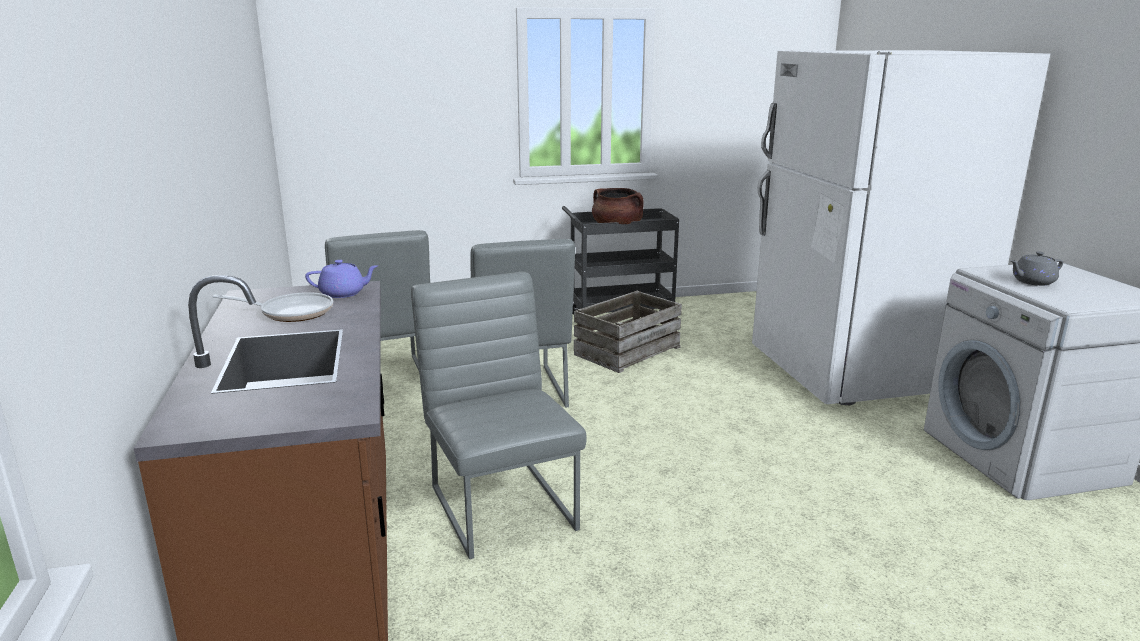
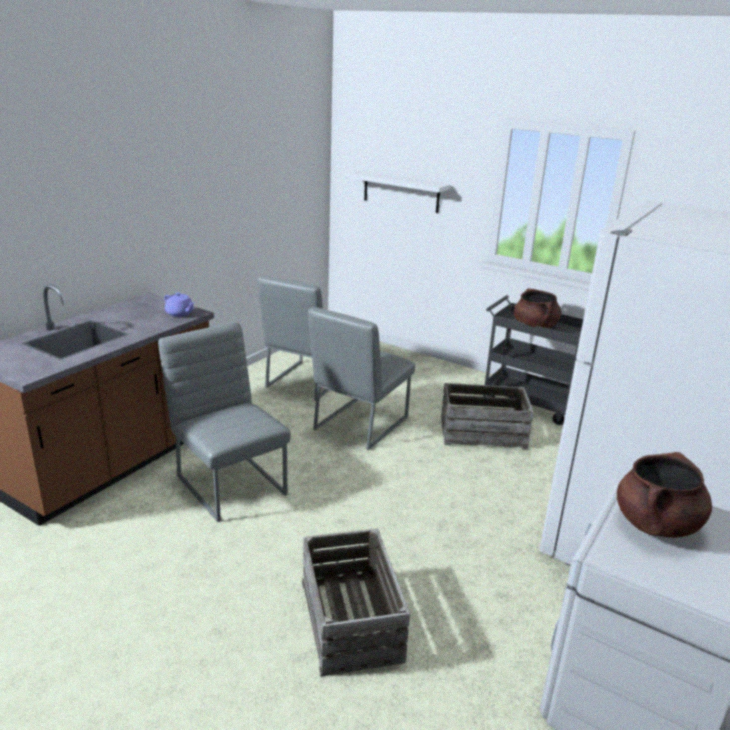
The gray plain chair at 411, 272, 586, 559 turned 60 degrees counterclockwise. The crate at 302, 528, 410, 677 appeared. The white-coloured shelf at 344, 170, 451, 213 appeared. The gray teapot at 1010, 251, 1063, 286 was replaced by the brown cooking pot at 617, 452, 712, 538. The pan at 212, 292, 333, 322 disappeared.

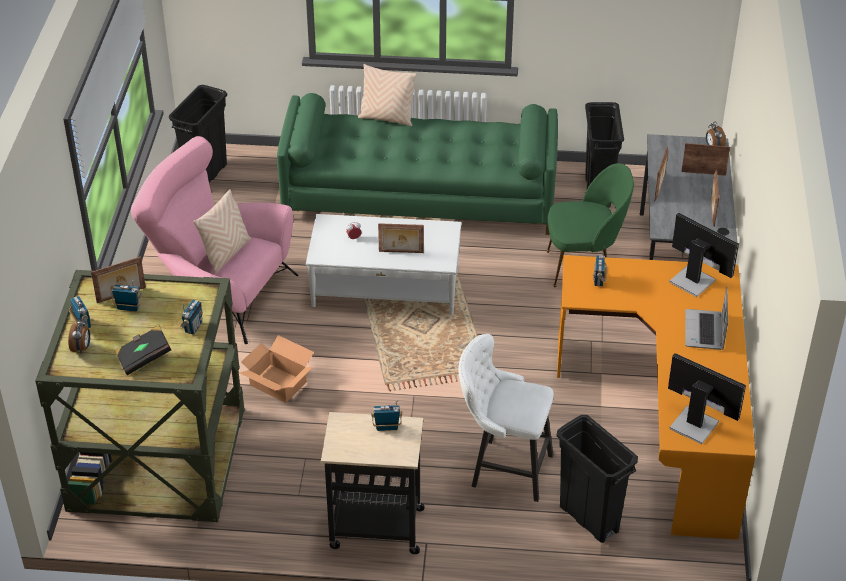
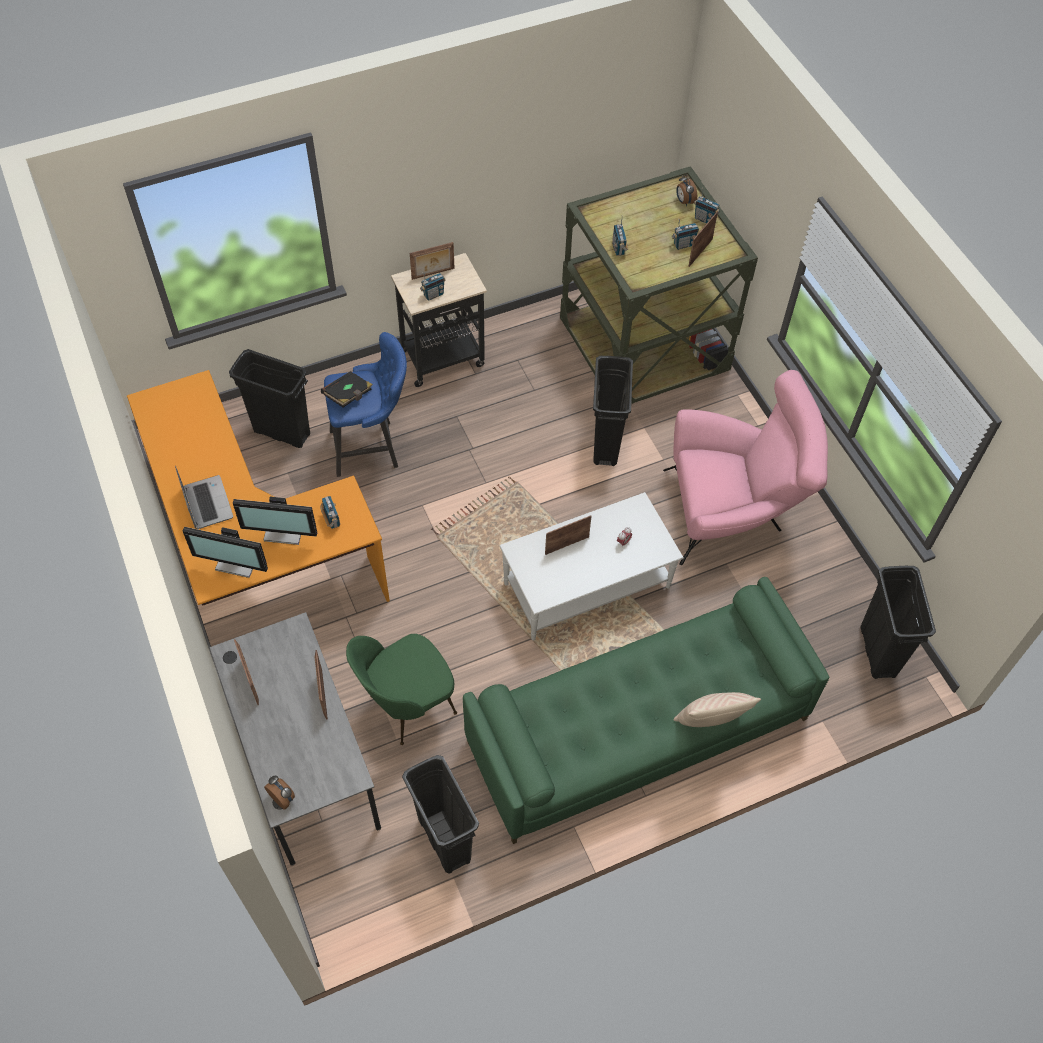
The computer screen moved from 668, 353, 746, 444 to 233, 497, 317, 545. The blackish book moved from 114, 325, 171, 375 to 321, 371, 373, 407. The white-coloured stool at 458, 334, 554, 502 became the bluish stool at 324, 332, 407, 477. The standing frame moved from 681, 143, 730, 176 to 410, 242, 455, 280. The packing box at 240, 335, 314, 403 was replaced by the blackish rubbish bin at 593, 356, 633, 466. The beige throw pillow at 193, 189, 251, 274 disappeared.

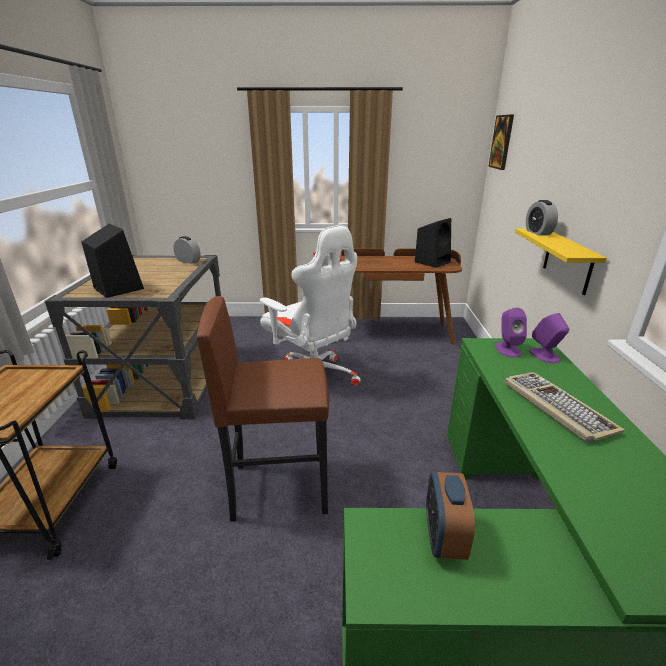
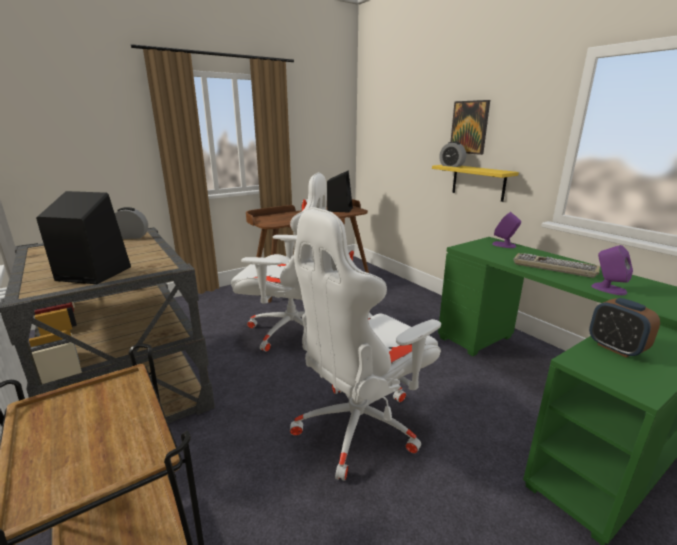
The brown stool at 197, 296, 329, 522 was replaced by the white-coloured office chair at 290, 207, 441, 481. The picture moved from 488, 114, 514, 170 to 450, 100, 490, 155. The purple-coloured speaker moved from 495, 307, 527, 358 to 591, 245, 633, 295.

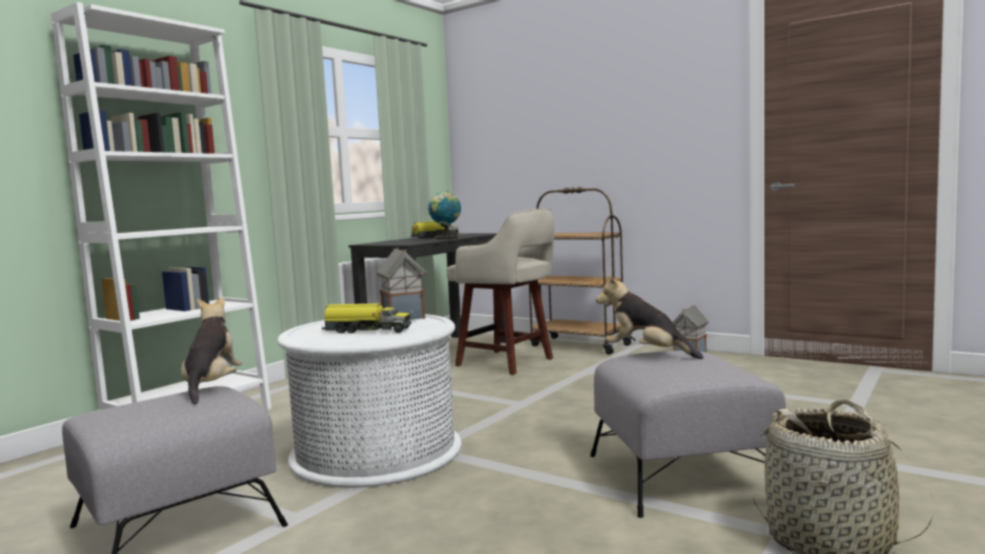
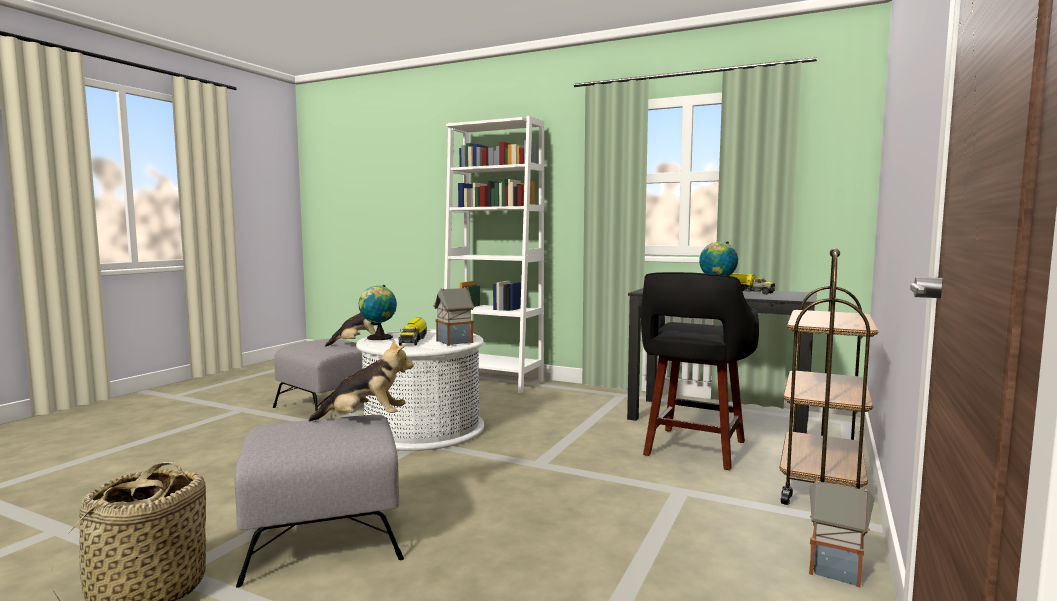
The plush toy at 596, 275, 704, 359 turned 60 degrees clockwise. The world globe at 359, 285, 397, 340 appeared. The beige stool at 447, 208, 554, 375 became the blackish stool at 641, 272, 759, 470.

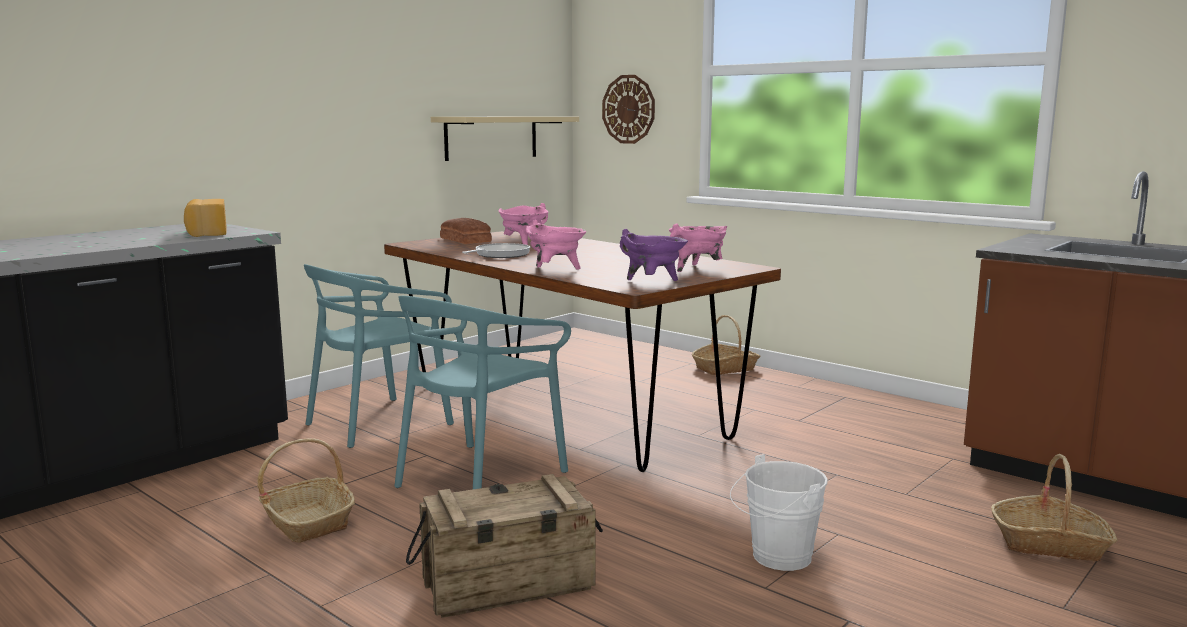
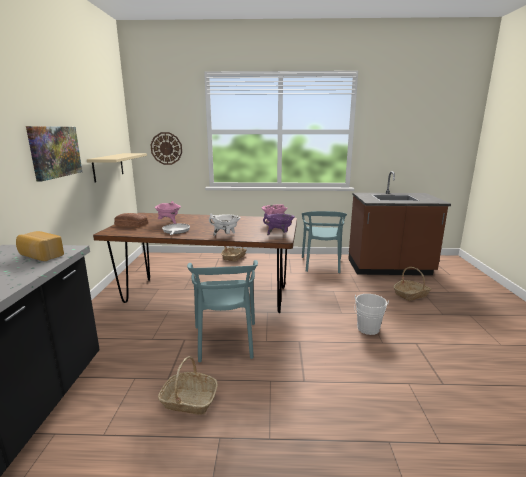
The picture at 26, 126, 82, 182 appeared. The pink-coloured cooking pot at 526, 220, 586, 270 became the white-coloured cooking pot at 209, 213, 241, 236. The turquoise-coloured plain chair moved from 304, 264, 454, 448 to 302, 211, 347, 273. The crate at 406, 474, 603, 618 disappeared.

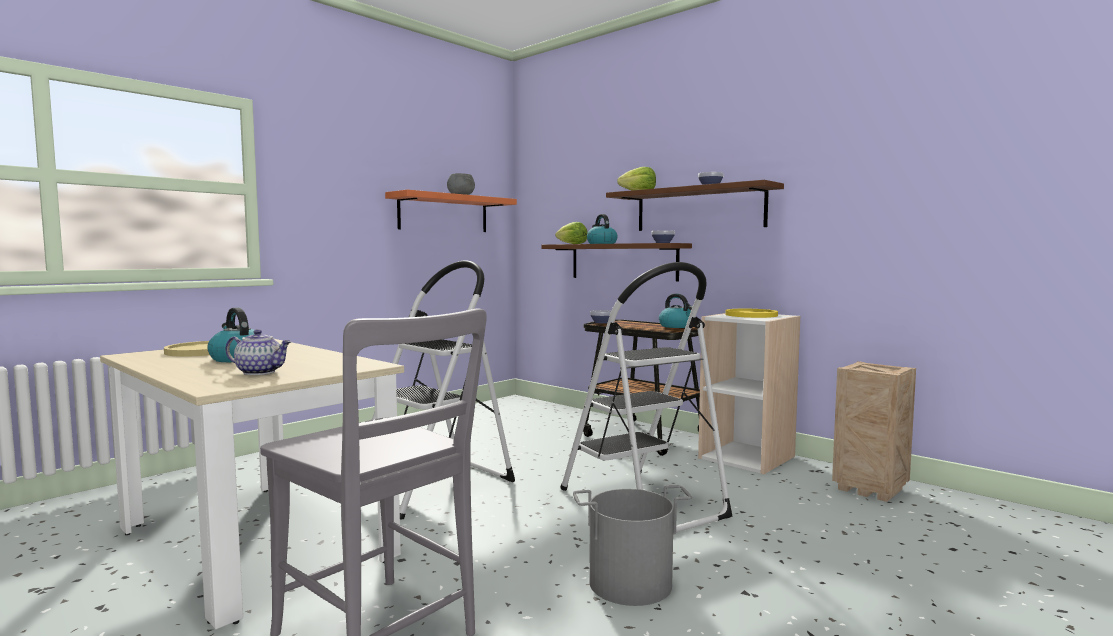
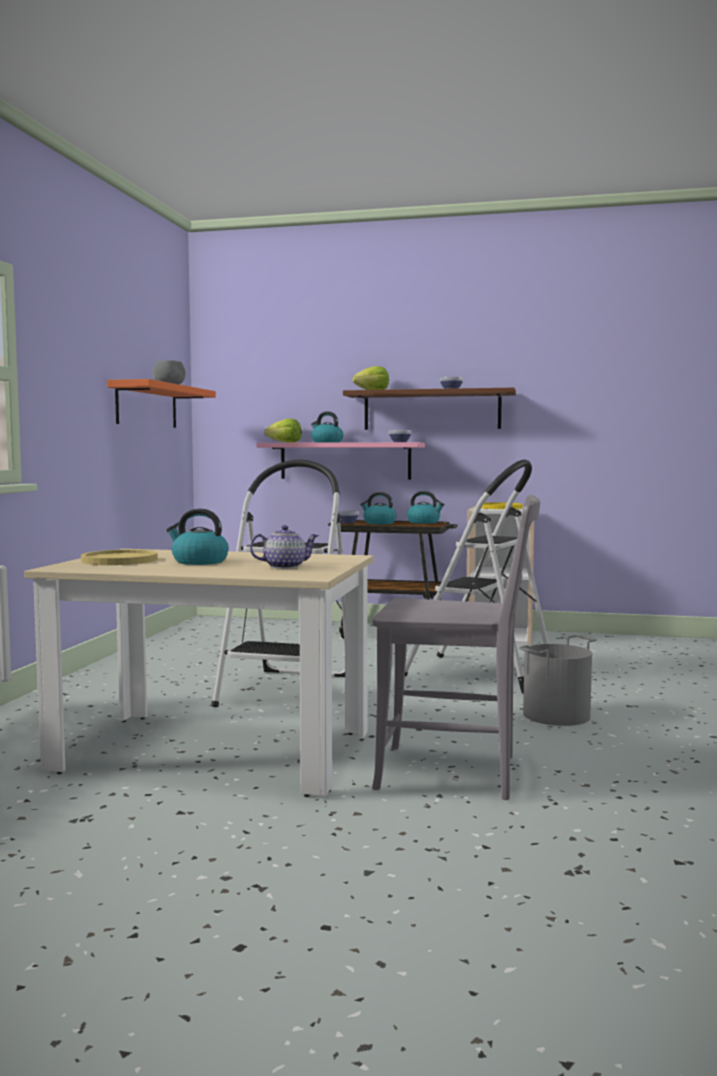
The brown shelf at 541, 243, 692, 281 became the pink-coloured shelf at 257, 442, 425, 480. The tea kettle at 360, 492, 397, 524 appeared. The crate at 832, 361, 916, 502 disappeared.

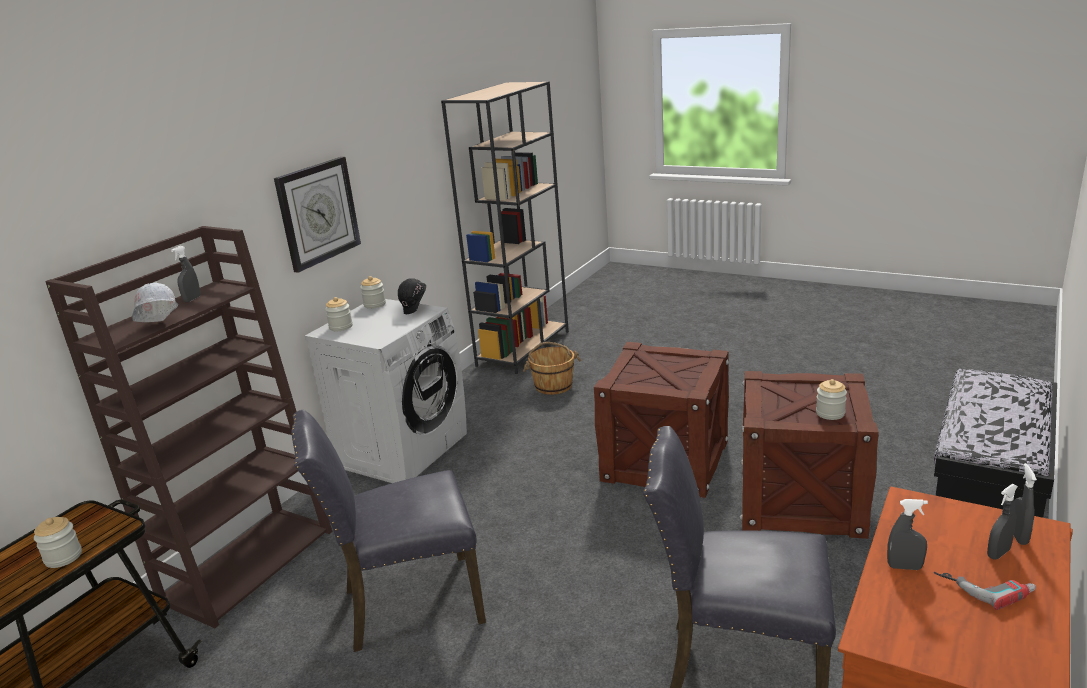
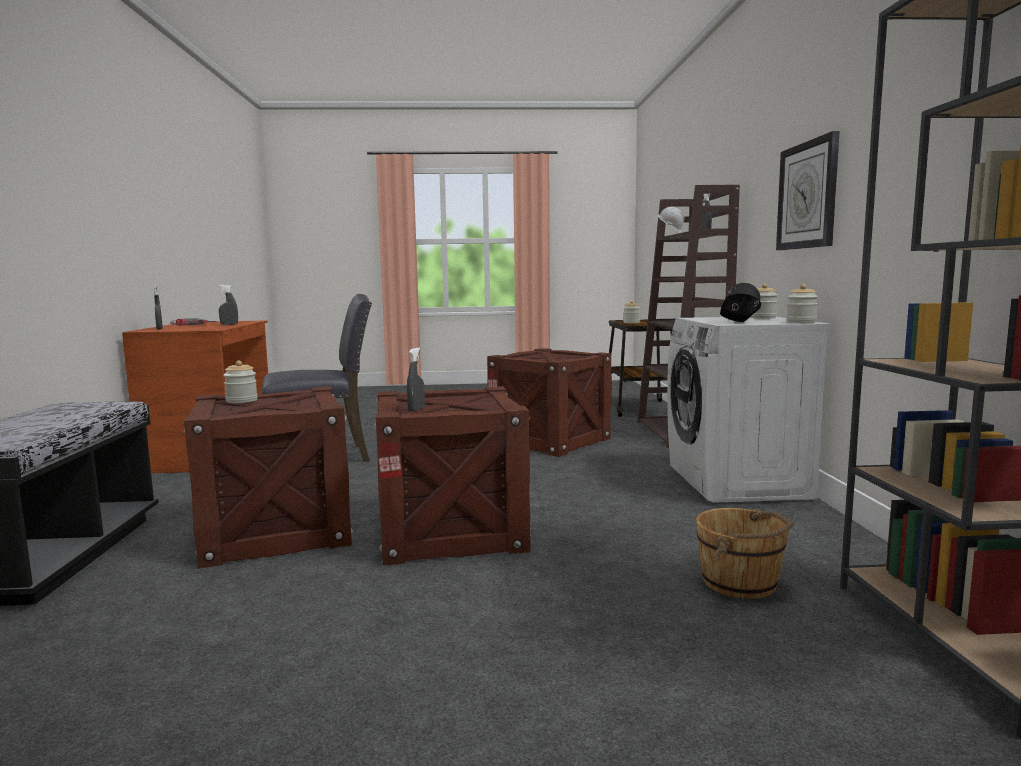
The gray sprayer moved from 987, 484, 1018, 560 to 407, 348, 425, 412. The gray plain chair at 291, 410, 486, 652 was replaced by the crate at 487, 348, 612, 457.

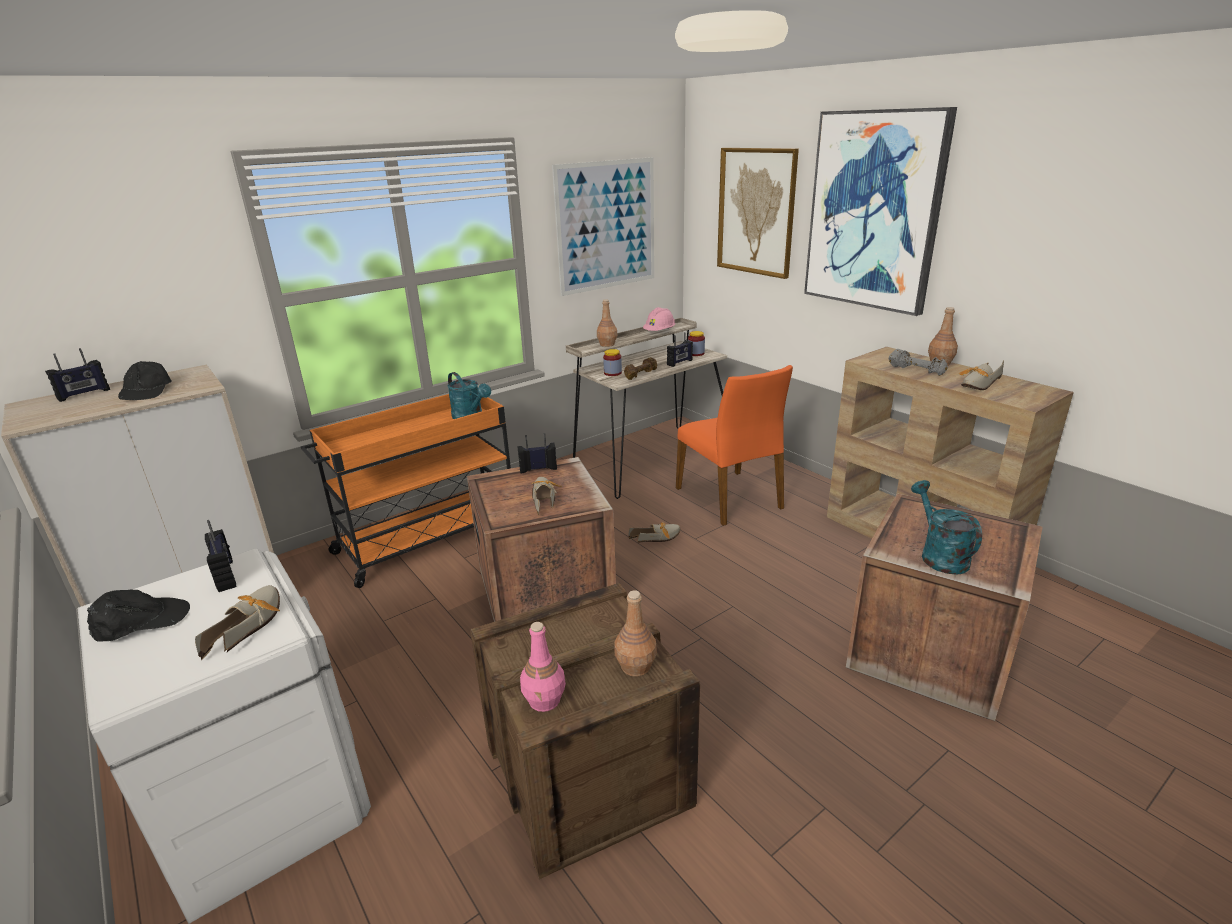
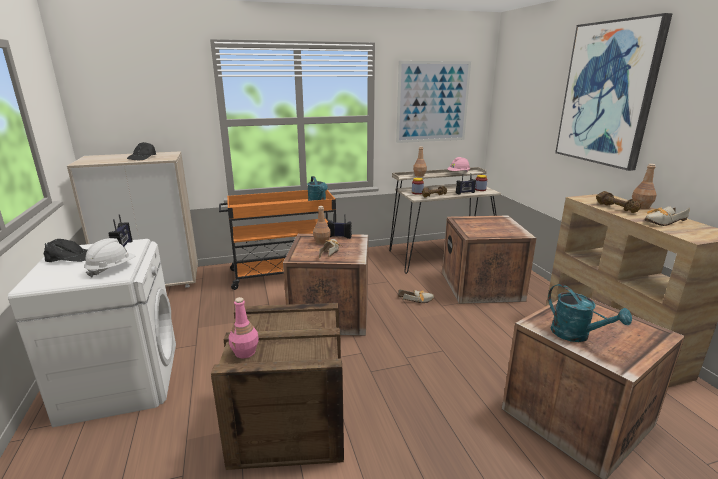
The item of footwear at 195, 585, 280, 660 was replaced by the white-coloured safety helmet at 84, 238, 135, 278. The brown beverage bottle moved from 614, 590, 657, 677 to 313, 206, 331, 244. The orangey plain chair at 676, 365, 793, 526 was replaced by the crate at 442, 215, 537, 304. The turquoise-coloured sprinkling can at 911, 480, 982, 575 turned 135 degrees clockwise. The gray dumbbell at 889, 349, 948, 376 became the brown dumbbell at 596, 191, 641, 213. The radio set at 45, 348, 110, 402 disappeared. The picture at 717, 148, 799, 279 disappeared.

